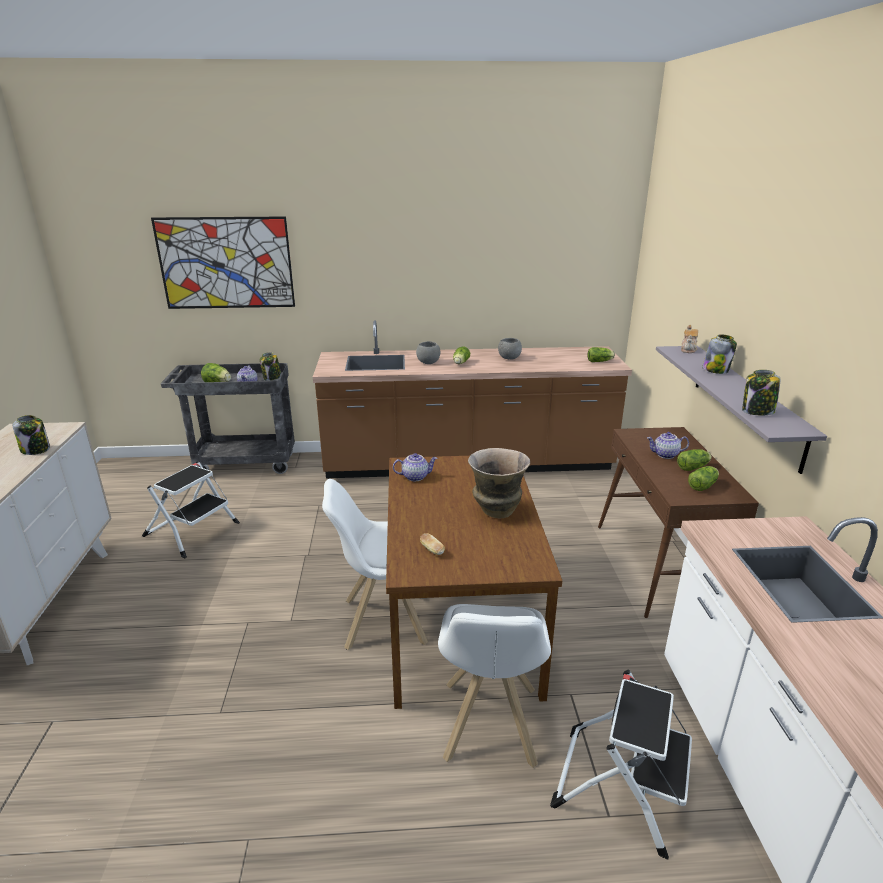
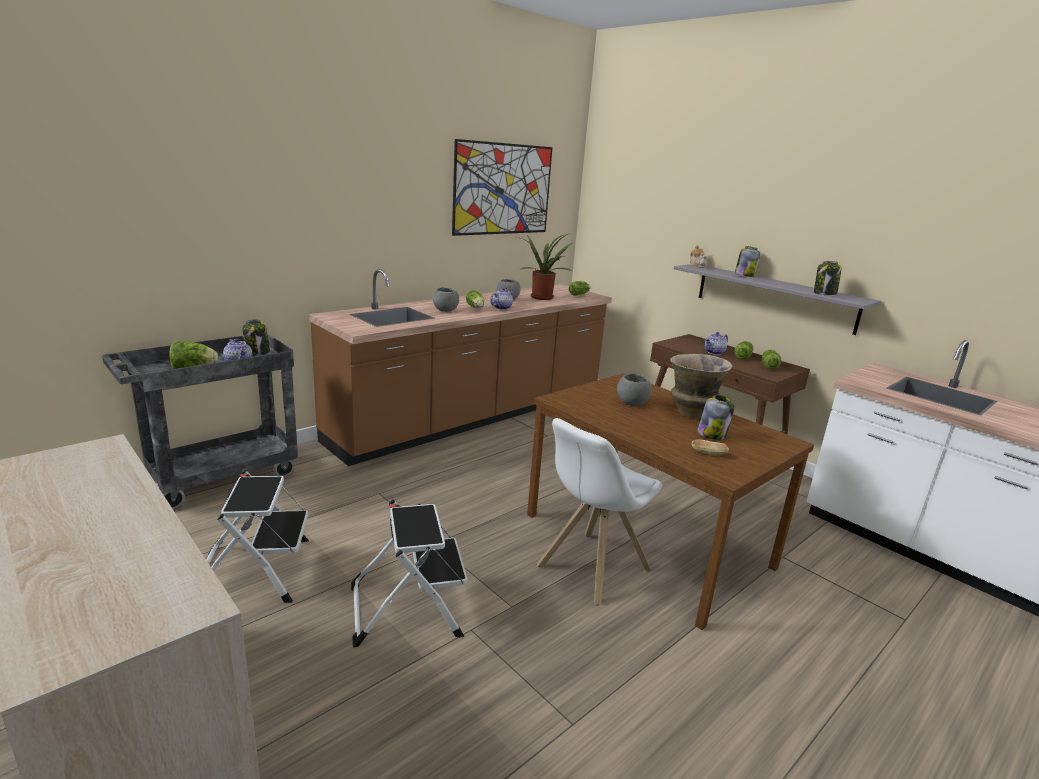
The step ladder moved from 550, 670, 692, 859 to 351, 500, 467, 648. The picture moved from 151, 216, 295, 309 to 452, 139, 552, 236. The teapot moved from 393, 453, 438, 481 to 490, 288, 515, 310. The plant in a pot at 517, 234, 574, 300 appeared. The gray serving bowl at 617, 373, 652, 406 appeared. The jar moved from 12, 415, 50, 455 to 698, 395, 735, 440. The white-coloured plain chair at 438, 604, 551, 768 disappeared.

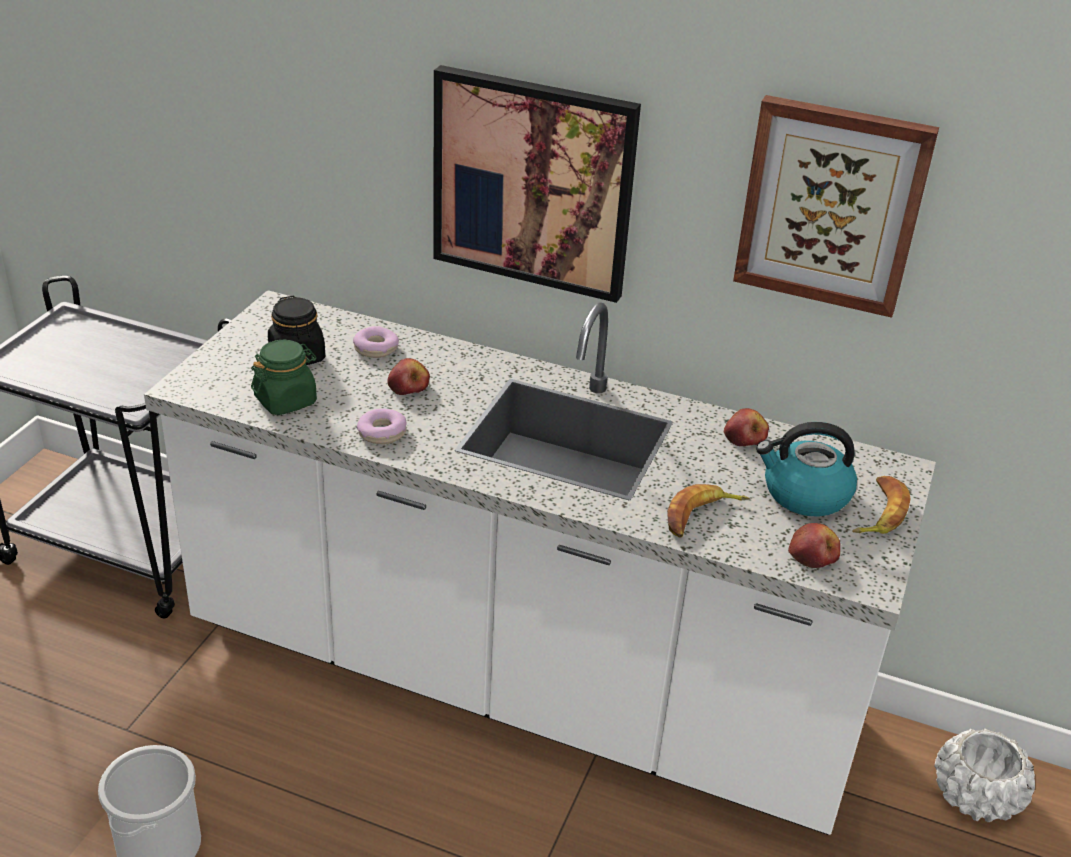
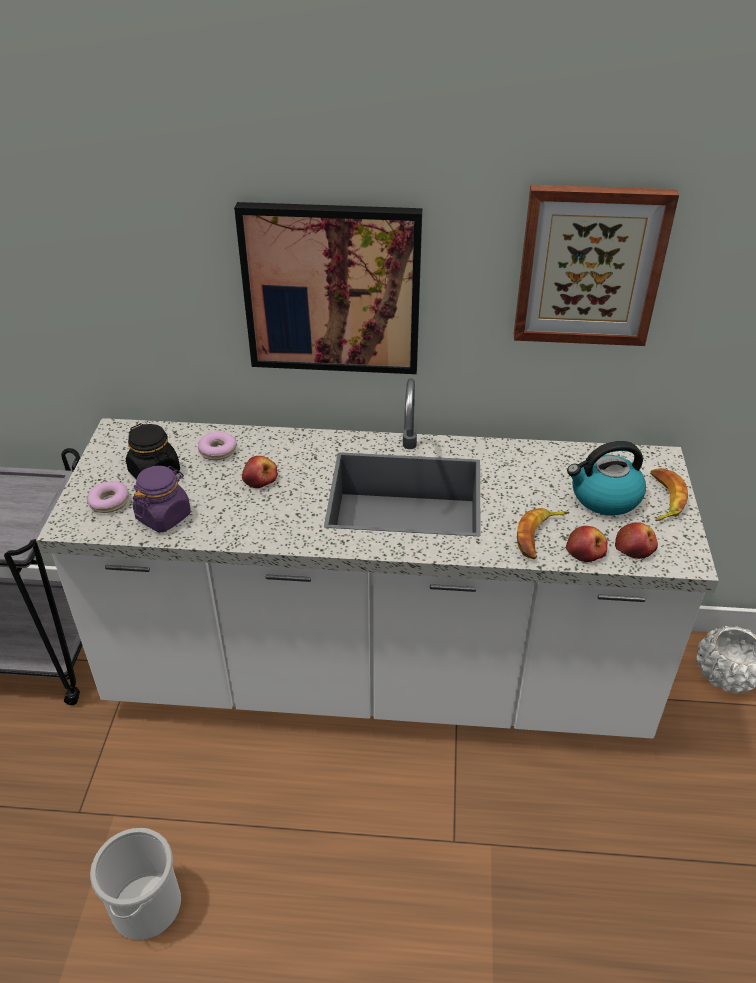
The doughnut moved from 357, 409, 407, 444 to 87, 481, 129, 513. The green jar at 251, 340, 317, 415 became the purple-coloured jar at 133, 466, 191, 532. The whole apple moved from 724, 408, 769, 446 to 566, 526, 607, 562.

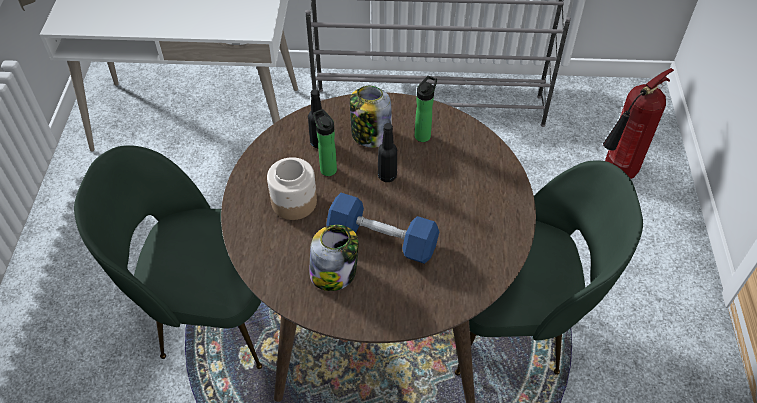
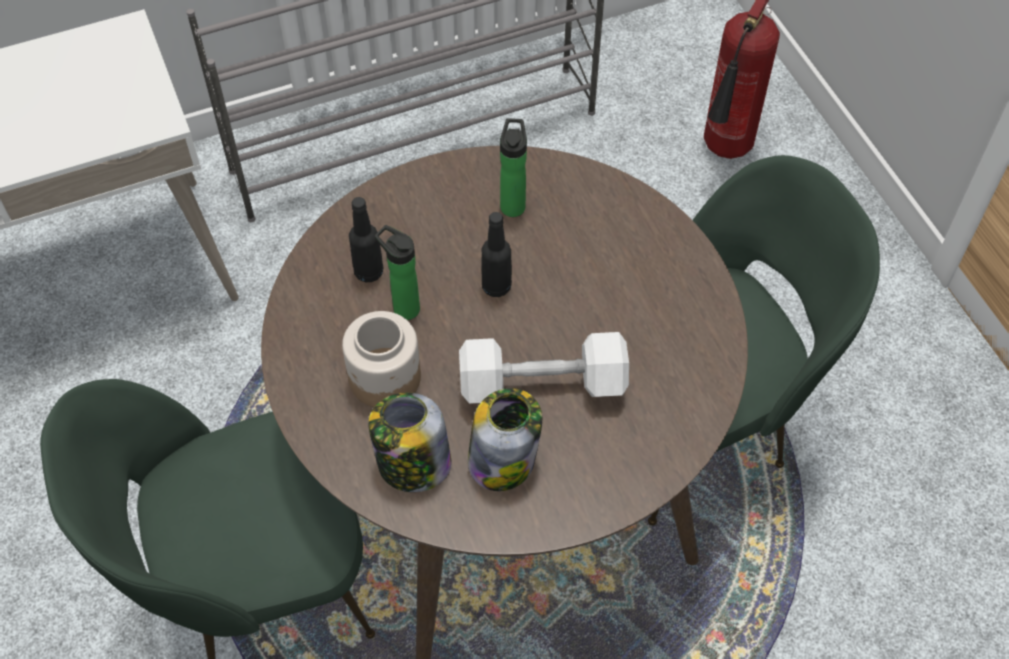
The jar moved from 350, 86, 392, 148 to 368, 393, 451, 492. The bluish dumbbell at 326, 193, 439, 264 became the white-coloured dumbbell at 459, 332, 629, 404.

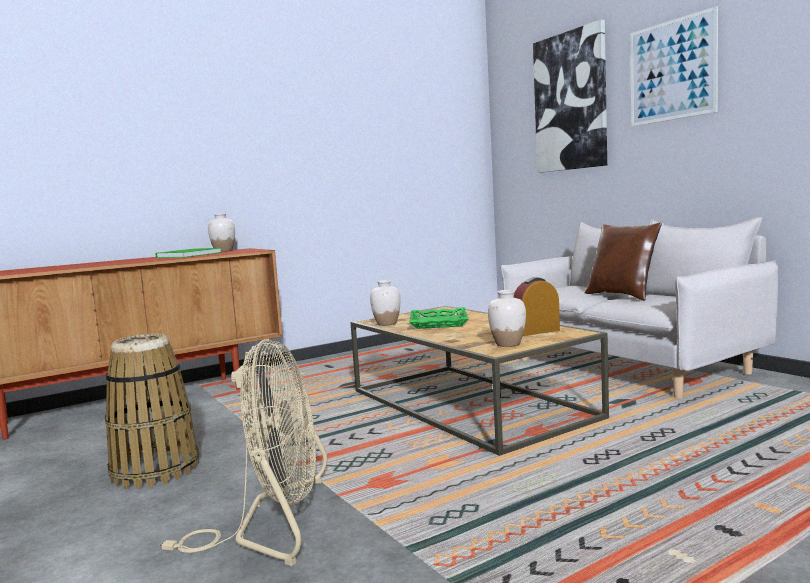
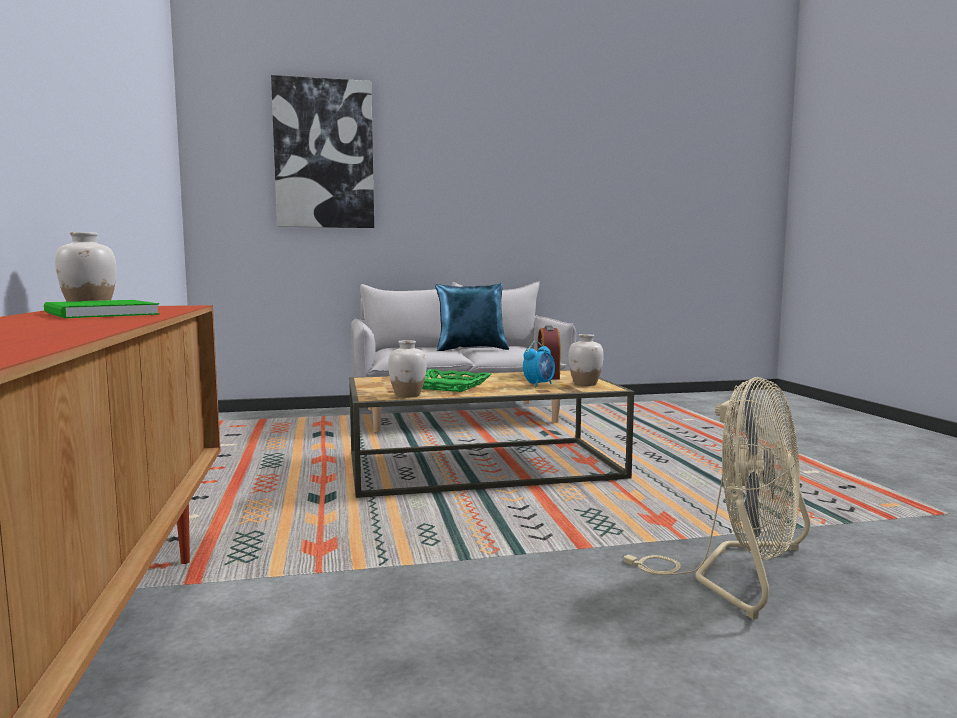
The brown throw pillow at 585, 223, 662, 301 became the bluish throw pillow at 435, 283, 509, 351. The bedside clock at 523, 341, 555, 387 appeared. The beige fan at 160, 340, 327, 566 turned 105 degrees clockwise. The household basket at 105, 334, 199, 489 disappeared. The picture at 630, 6, 718, 126 disappeared.

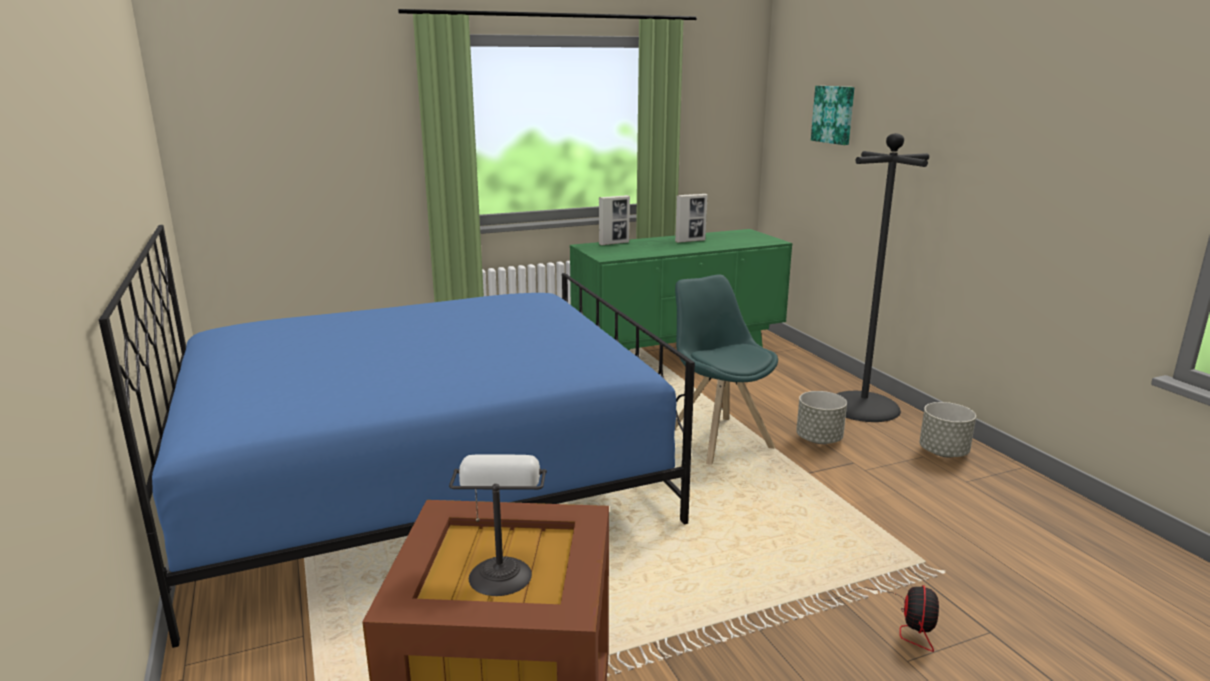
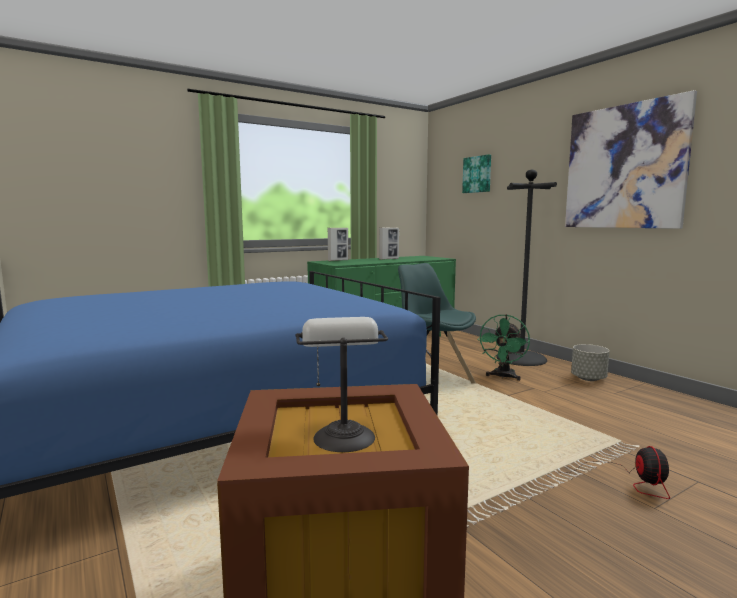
The gray planter at 796, 391, 847, 444 was replaced by the green fan at 478, 314, 530, 381. The picture at 565, 90, 697, 229 appeared.

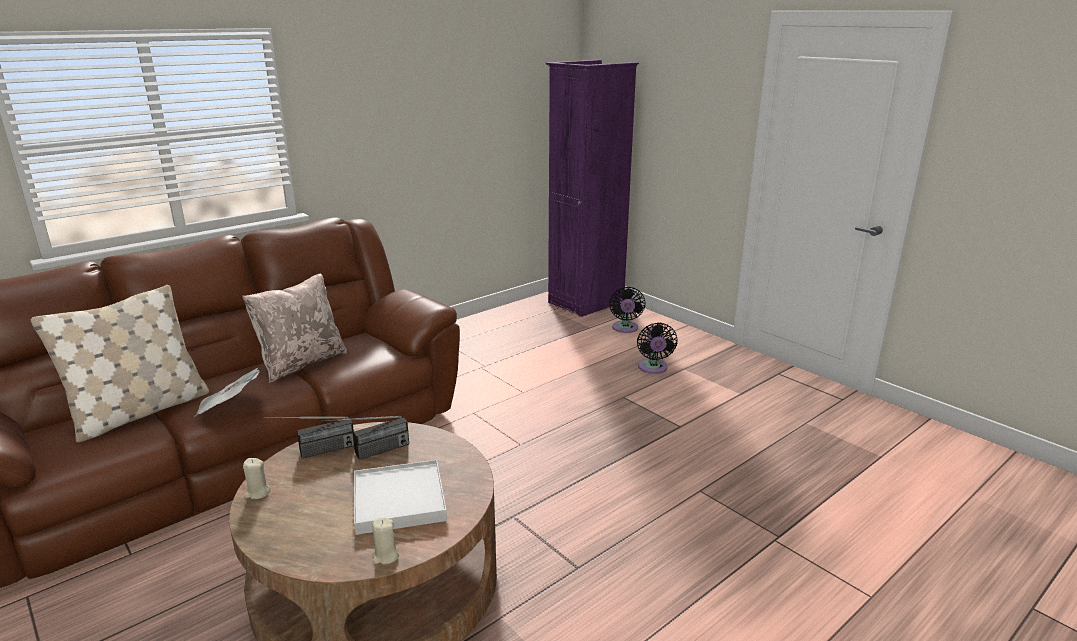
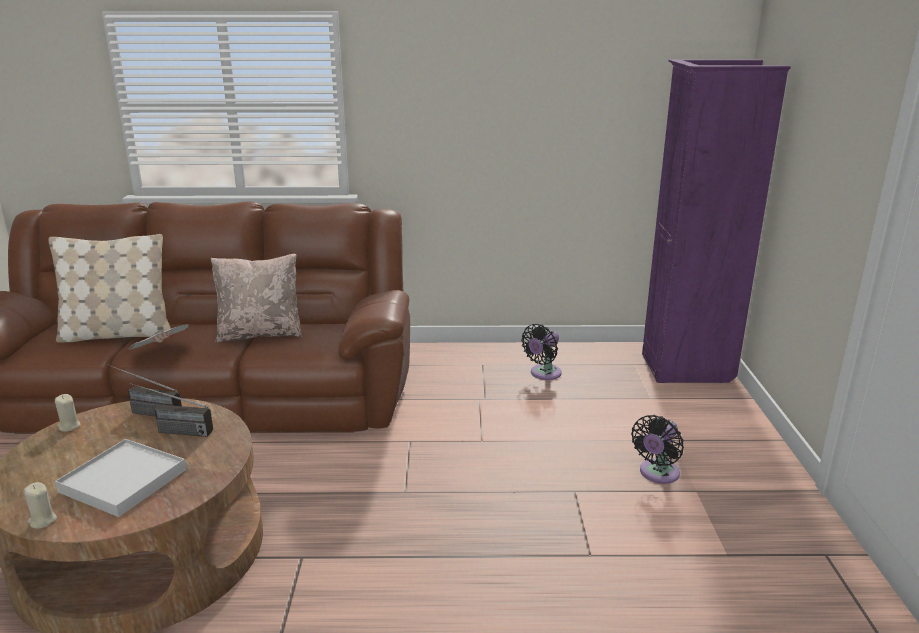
The blackish fan moved from 609, 287, 645, 333 to 521, 324, 562, 380.

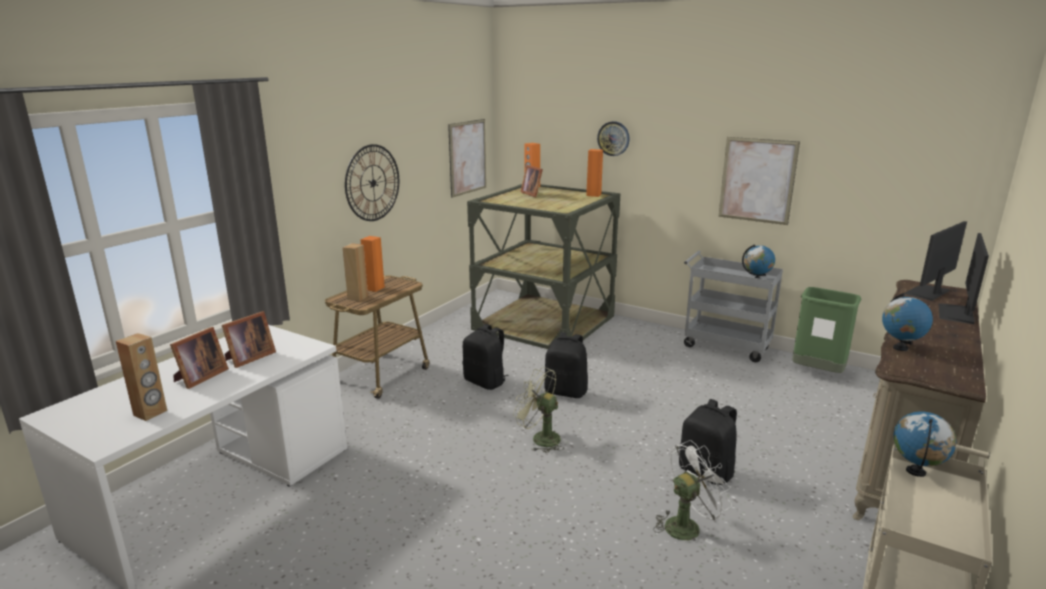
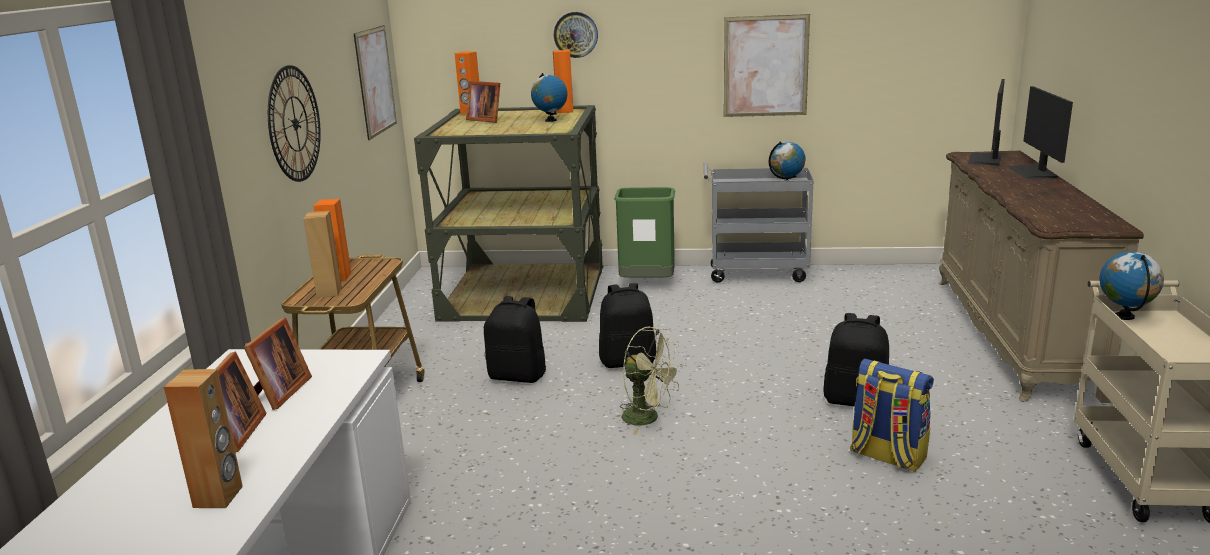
The world globe moved from 882, 293, 933, 351 to 531, 73, 567, 122. The green rubbish bin moved from 792, 287, 861, 373 to 614, 187, 675, 277. The green fan at 513, 367, 564, 453 turned 150 degrees counterclockwise. The white-coloured fan at 653, 440, 732, 544 was replaced by the rucksack at 850, 359, 934, 472.

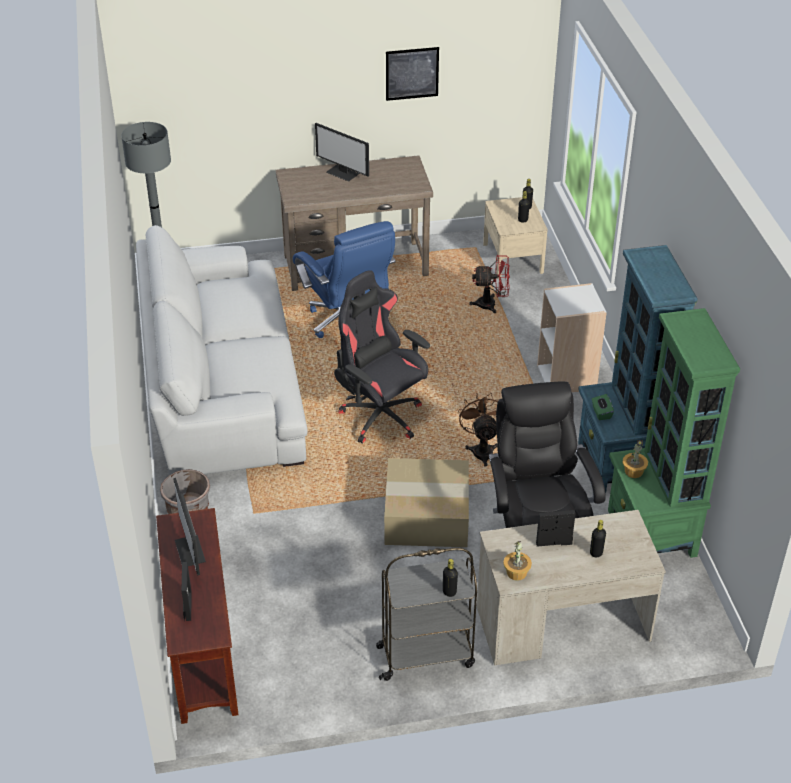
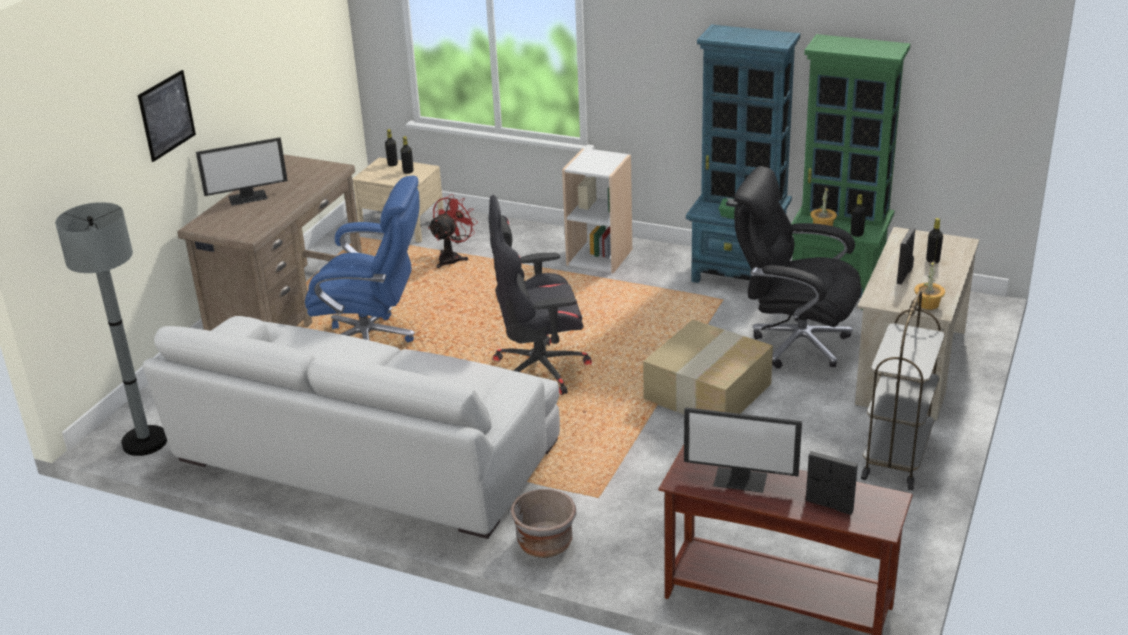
The picture moved from 386, 47, 439, 101 to 138, 70, 196, 162. The blackish beverage bottle moved from 443, 559, 458, 597 to 851, 194, 866, 237. The brown fan at 458, 393, 500, 467 disappeared.

